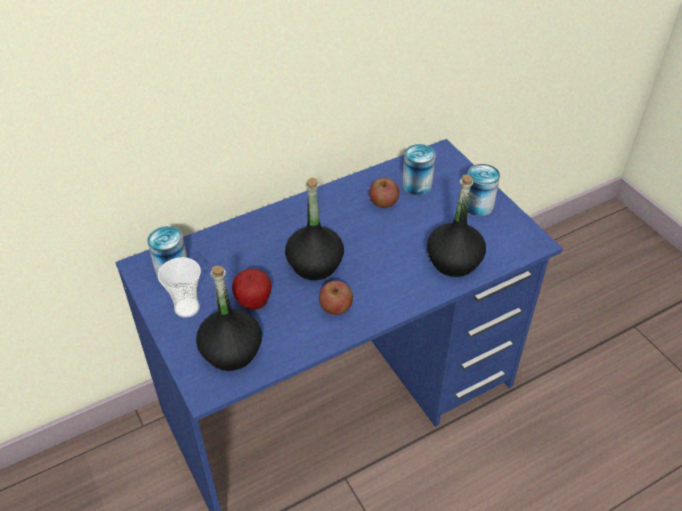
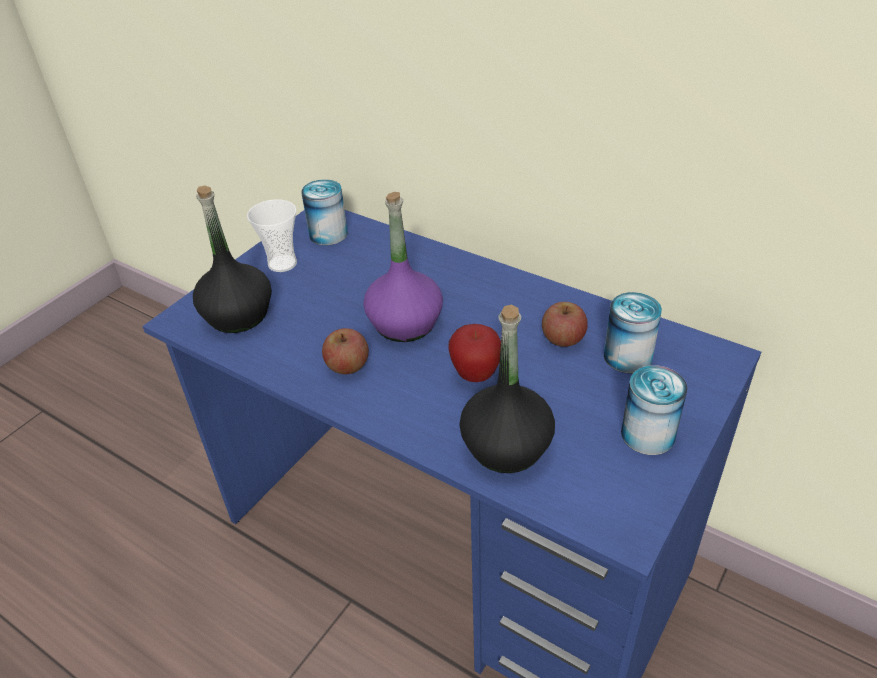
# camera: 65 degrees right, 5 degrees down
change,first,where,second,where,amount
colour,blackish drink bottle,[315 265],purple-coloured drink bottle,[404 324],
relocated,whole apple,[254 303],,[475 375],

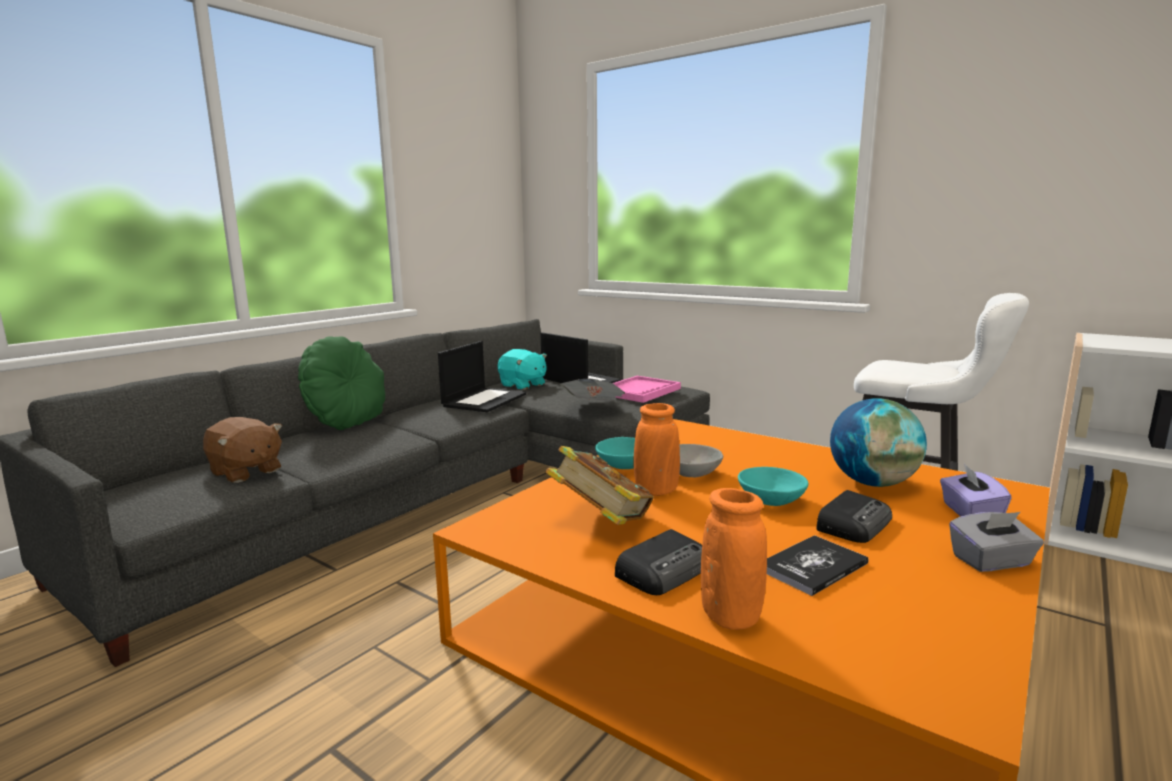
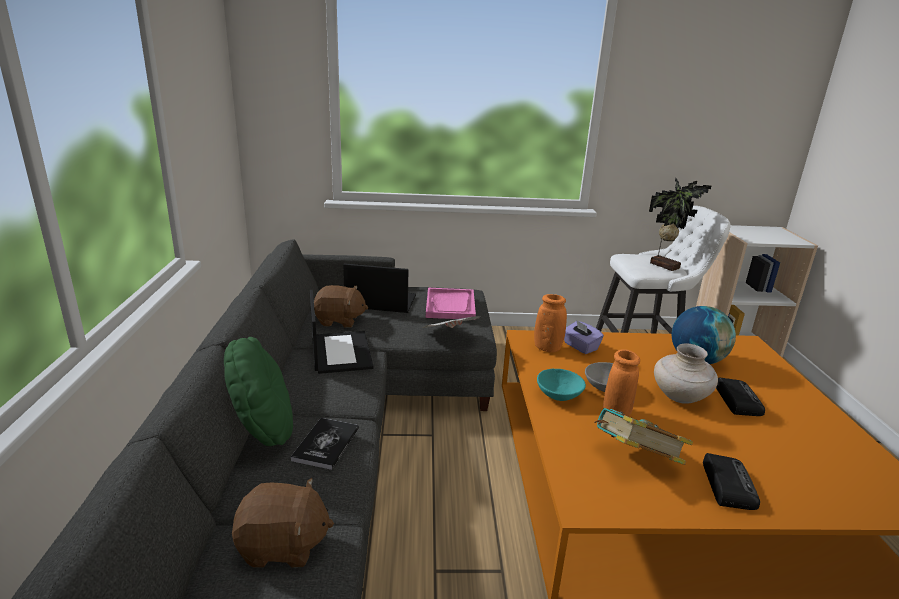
# camera: 40 degrees left, 10 degrees up
change,first,where,second,where,amount
colour,blue-green plush toy,[523 385],brownish plush toy,[339 320],
relocated,purple-coloured tissue holder,[969 513],,[580 347],
exchanged,blue-green deep dish,[771 501],sand-coloured vase,[680 397],
relocated,orangey vase,[730 617],,[547 348],
missing,grey tissue holder,[991 561],,,
relocated,volume,[813 566],,[326 444],
appeared,,,potted plant,[665 265],

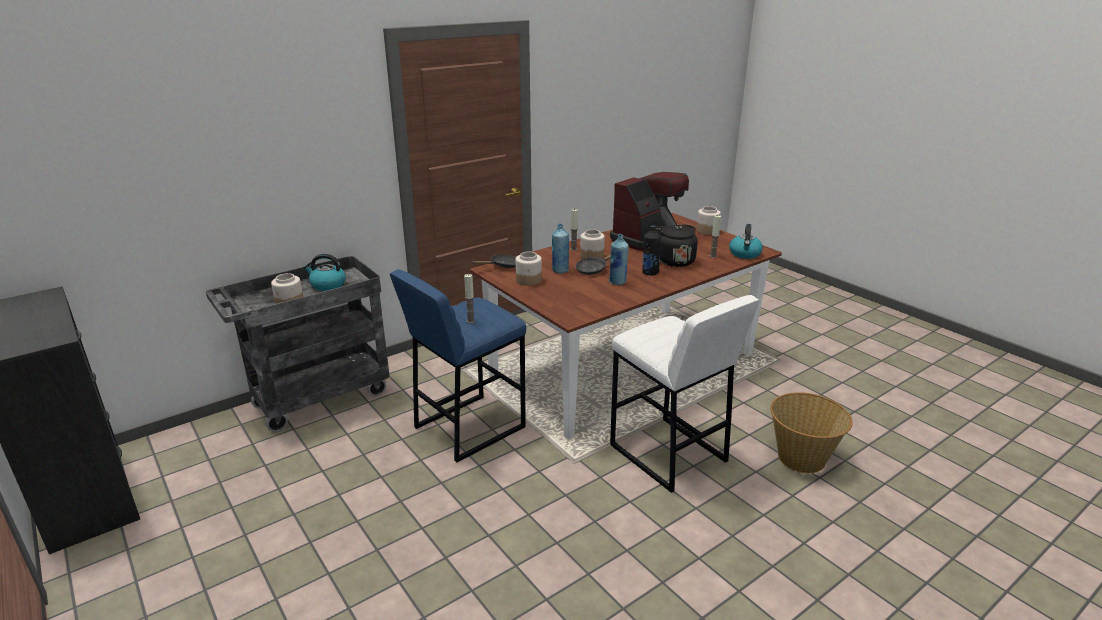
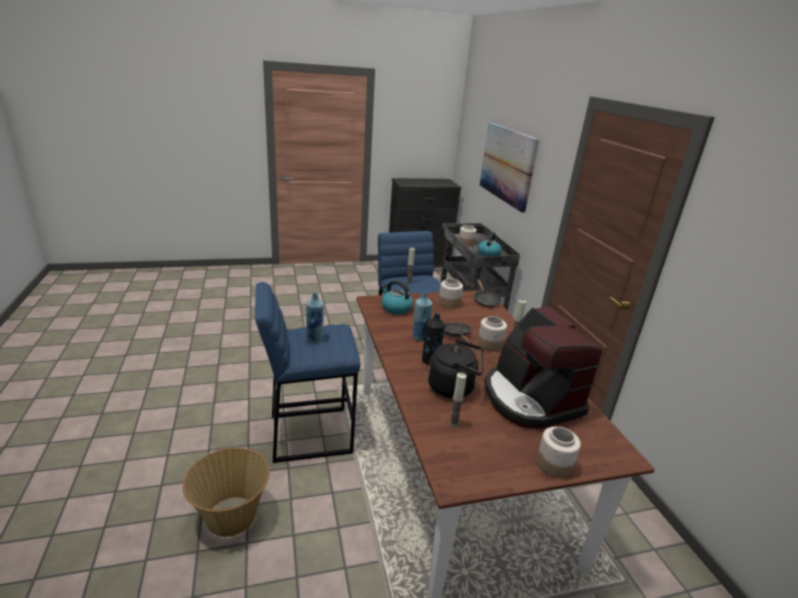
# camera: 110 degrees right, 0 degrees up
change,first,where,second,where,amount
relocated,bluish drink bottle,[560 270],,[314 338],
relocated,water kettle,[745 254],,[395 308],
colour,whitish sitting stool,[670 454],bluish sitting stool,[308 434],
appeared,,,wall art,[507 165],

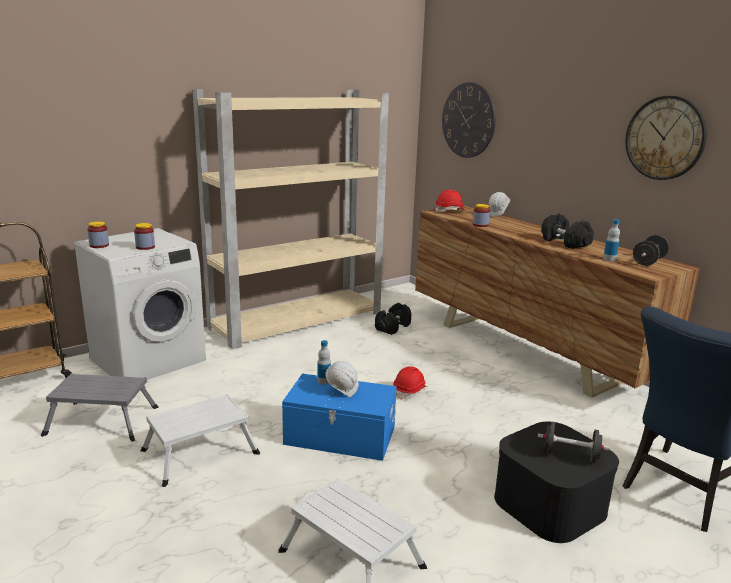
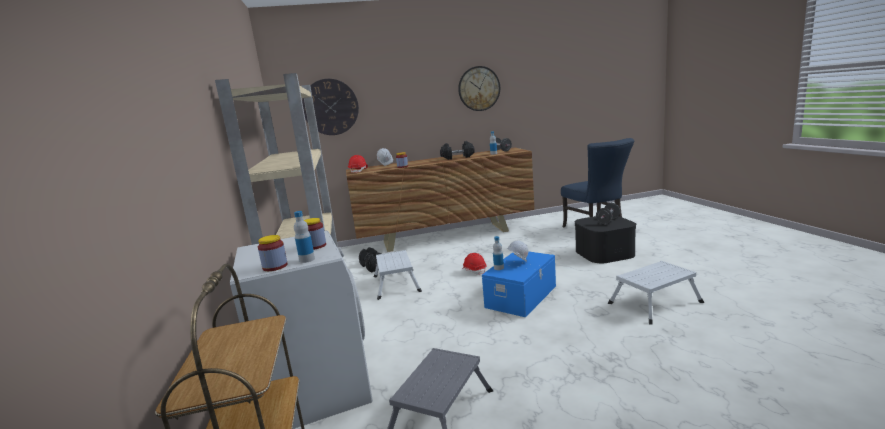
# camera: 65 degrees left, 5 degrees down
change,first,where,second,where,amount
relocated,whitish step stool,[201 451],,[396 283],
appeared,,,drink bottle,[307 259],

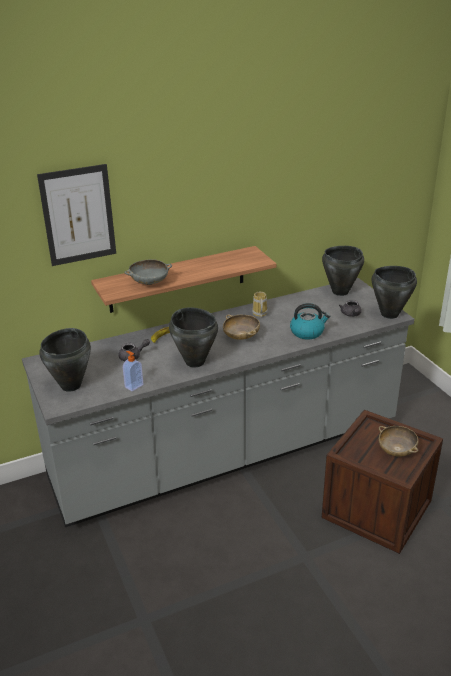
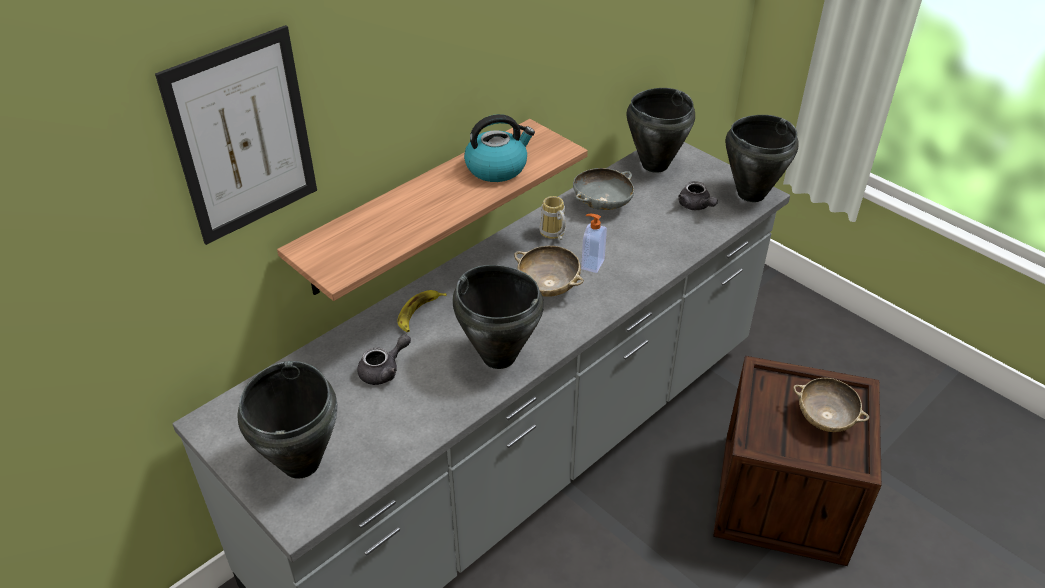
# camera: 20 degrees left, 10 degrees up
change,first,where,second,where,amount
relocated,grey deep dish,[149 283],,[602 204],
relocated,water kettle,[307 332],,[497 167],
relocated,soap bottle,[133 386],,[592 264],

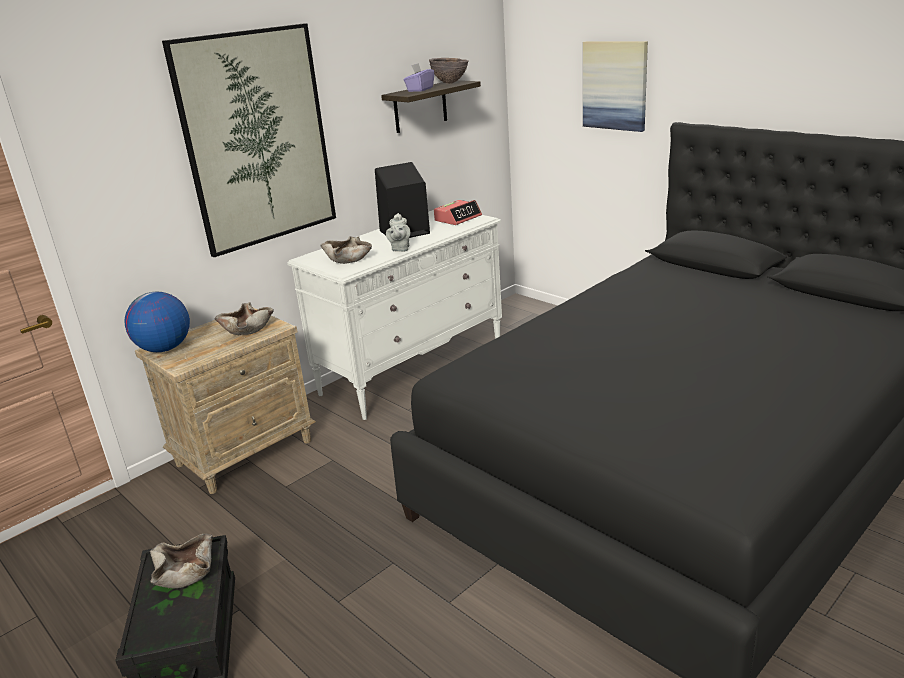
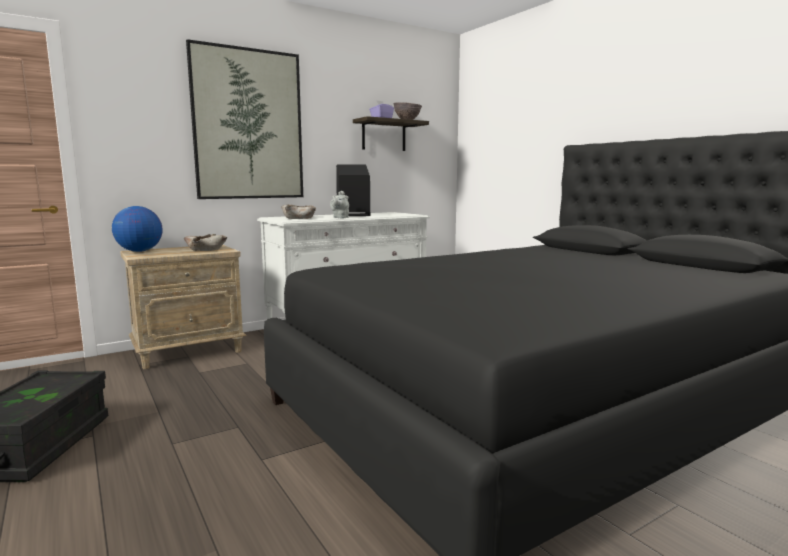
# camera: 10 degrees right, 15 degrees down
change,first,where,second,where,amount
missing,wall art,[615 85],,,
missing,table clock,[458 218],,,
missing,sand-coloured deep dish,[184 572],,,

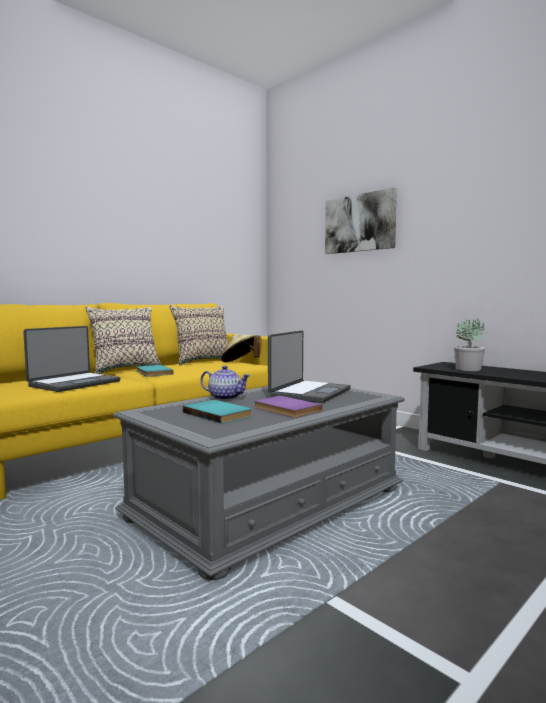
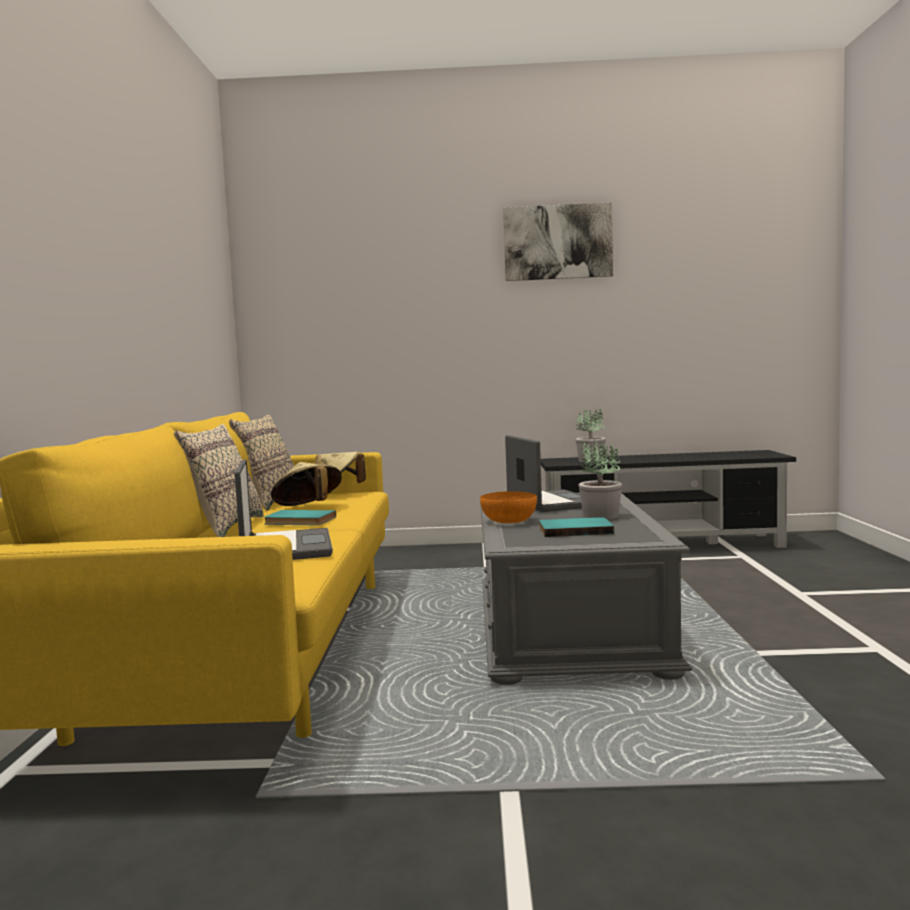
# camera: 45 degrees left, 0 degrees up
change,first,where,second,where,amount
relocated,wall art,[359 223],,[557 242],
exchanged,teapot,[225 397],orangey deep dish,[508 521],
exchanged,purple-coloured volume,[285 409],potted plant,[600 516],
appeared,,,sand-coloured wearable hat,[308 508],

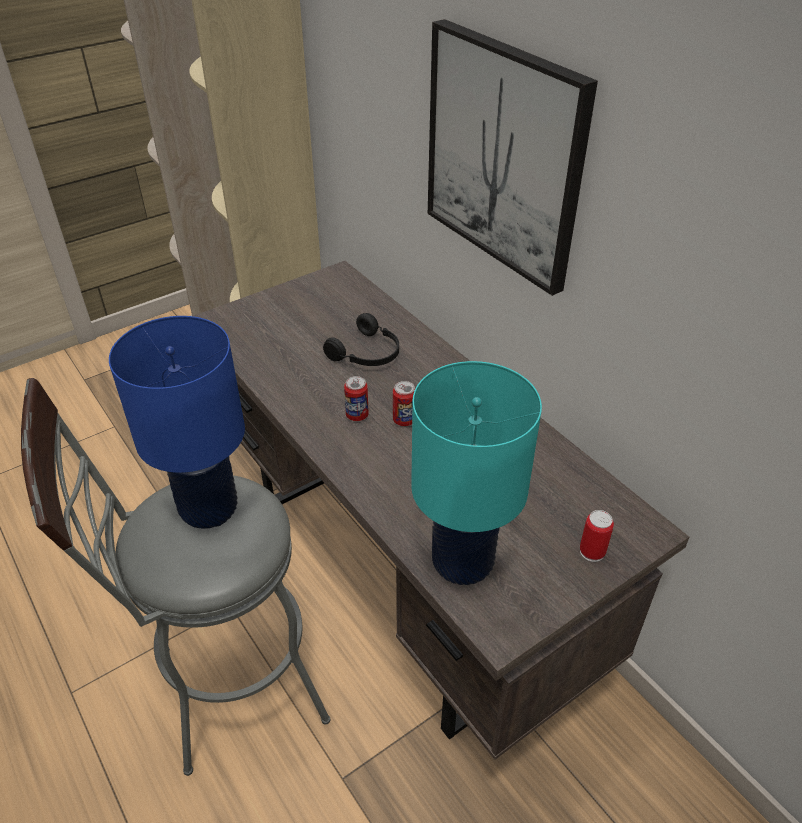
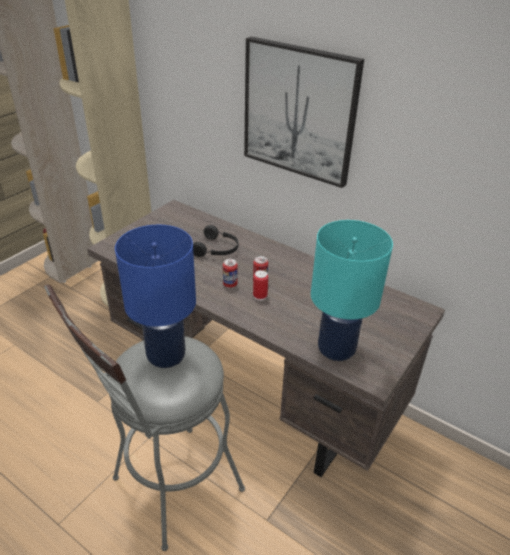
# camera: 20 degrees left, 5 degrees down
change,first,where,second,where,amount
relocated,sealed can,[592 552],,[260 296],

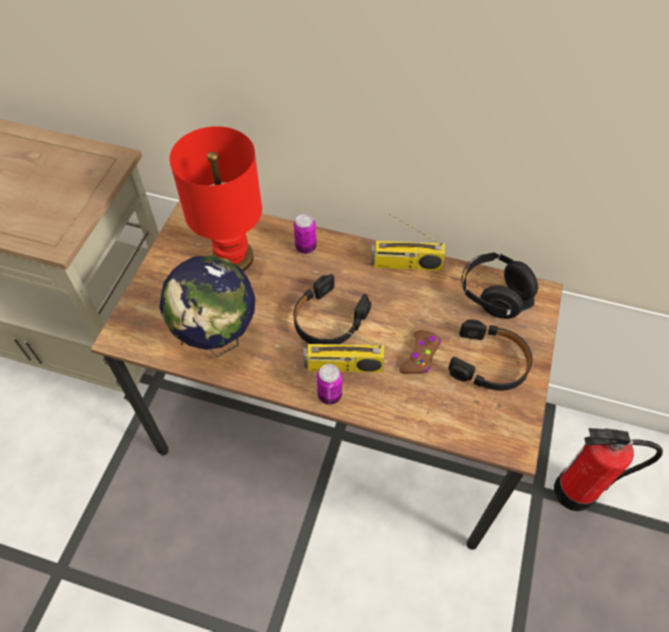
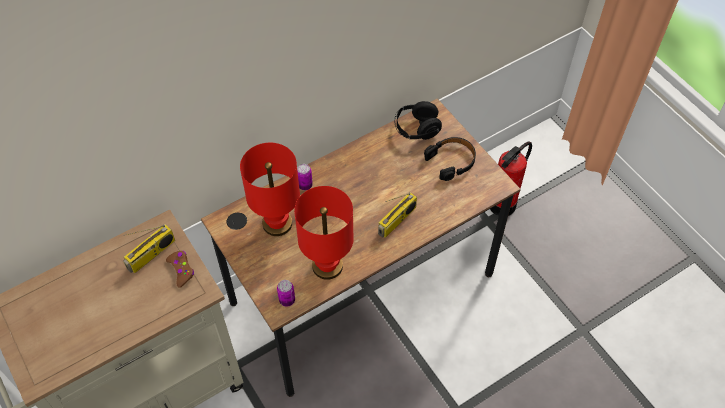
# camera: 50 degrees left, 0 degrees up
change,first,where,second,where,amount
relocated,radio receiver,[406 265],,[151 255],
exchanged,desk globe,[218 340],reddish table lamp,[327 265],
missing,blackish pair of headphones,[328 319],,,
relocated,brownish gamepad,[420 356],,[181 270],
relocated,sealed can,[329 395],,[287 300],

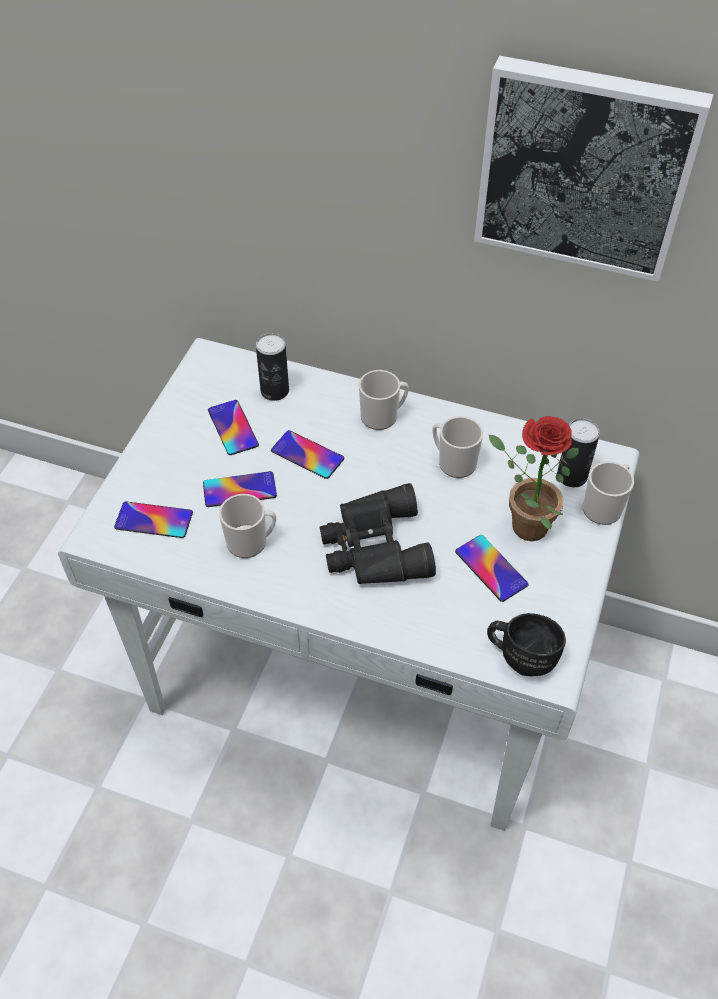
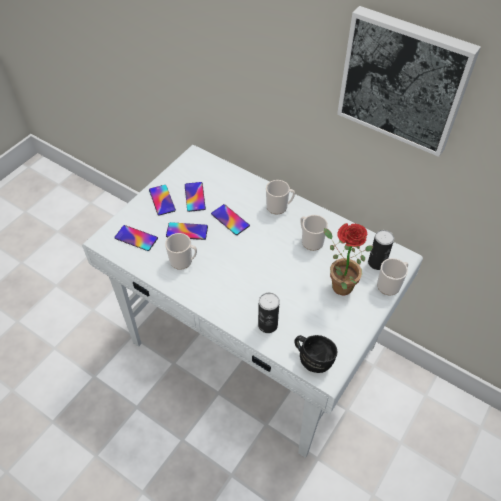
# camera: 15 degrees right, 0 degrees up
change,first,where,second,where,amount
relocated,sealed can,[274 391],,[267 325],
missing,blackish field glasses,[373 547],,,
relocated,telephone,[491 568],,[162 200],

